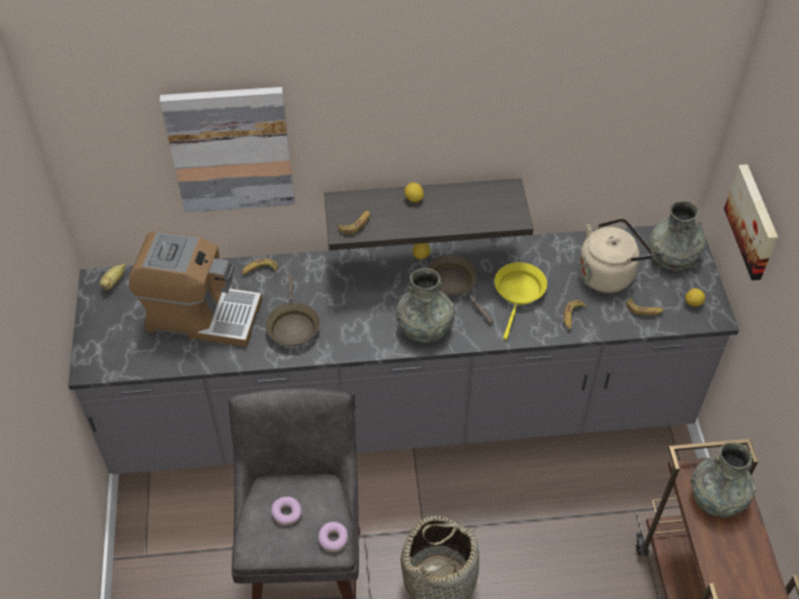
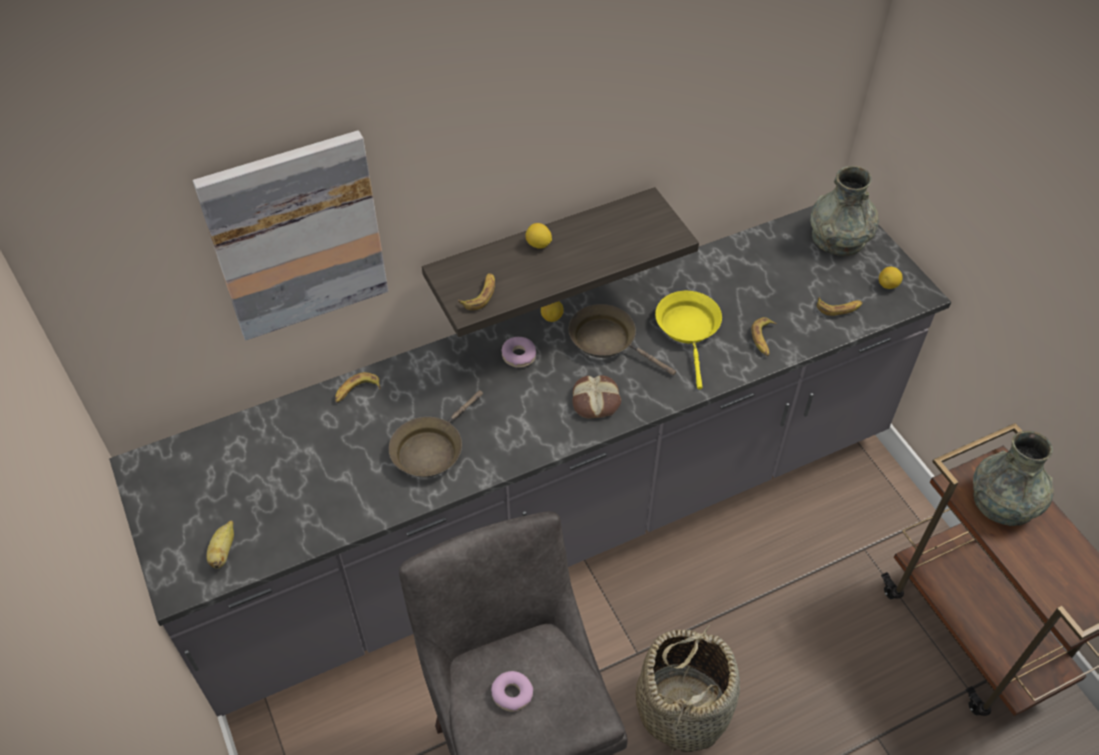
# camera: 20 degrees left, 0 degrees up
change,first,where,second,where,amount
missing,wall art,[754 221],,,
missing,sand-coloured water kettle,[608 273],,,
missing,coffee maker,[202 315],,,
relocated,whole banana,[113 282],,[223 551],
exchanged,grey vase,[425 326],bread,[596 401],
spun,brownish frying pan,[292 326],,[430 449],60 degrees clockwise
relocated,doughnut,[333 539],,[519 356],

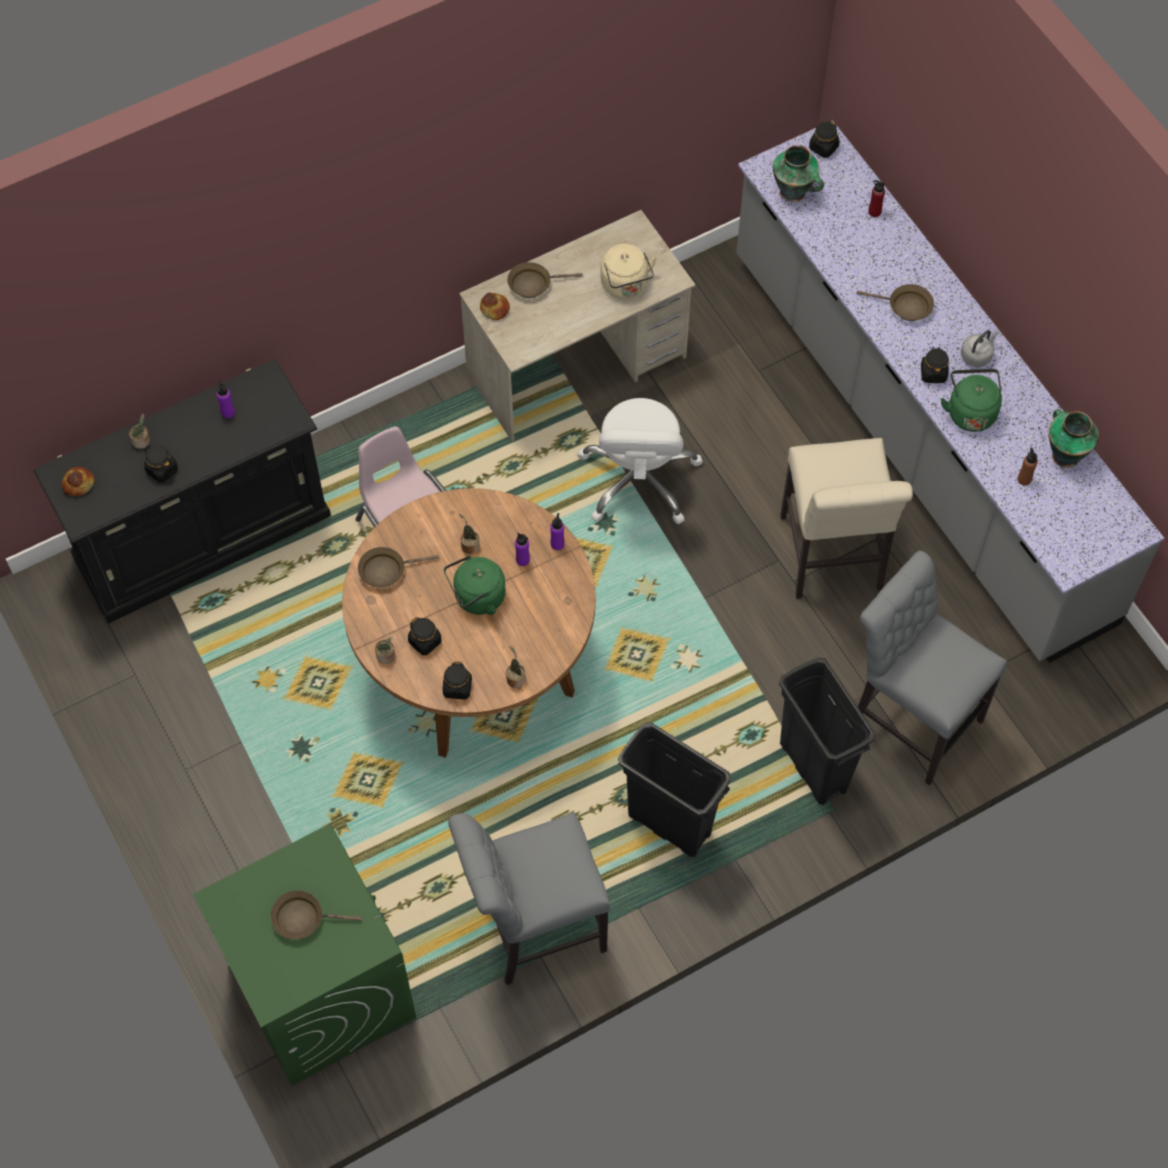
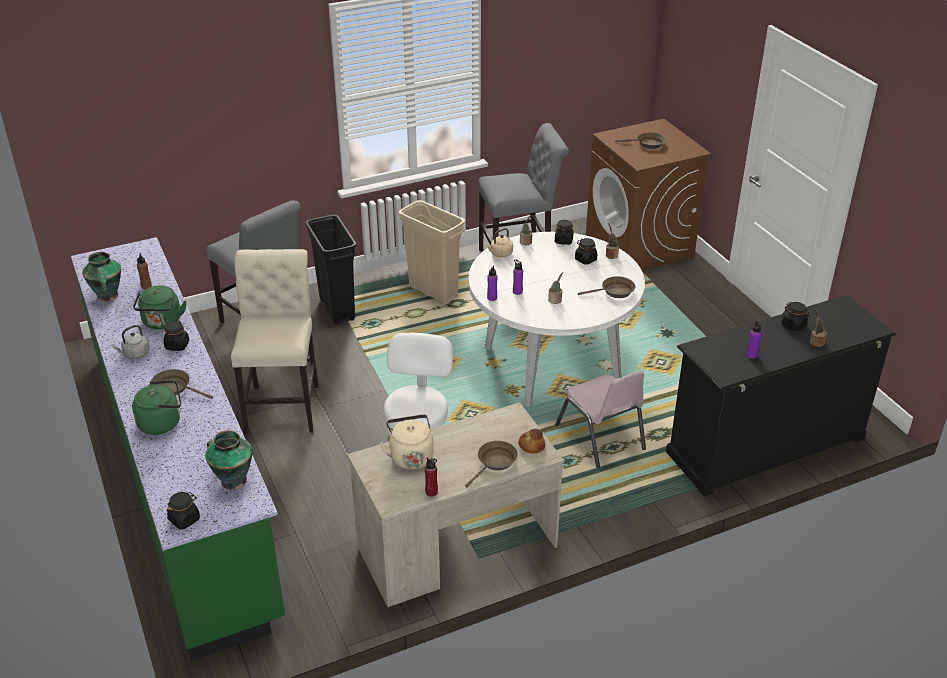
# camera: 175 degrees left, 25 degrees down
change,first,where,second,where,amount
colour,grey kitchen counter,[917 437],green-coloured kitchen counter,[182 475],
relocated,reddish drink bottle,[874 212],,[431 492],
spun,brownish frying pan,[533 284],,[495 462],45 degrees counterclockwise
missing,bread,[78 484],,,
colour,brownish kitchen table,[475 667],whitish kitchen table,[551 364],
relocated,green-coloured water kettle,[477 598],,[162 422],
colour,blackish trash can,[668 824],sand-coloured trash can,[433 292],
colour,green-coloured laundry machine,[320 989],brownish laundry machine,[640 246],
appeared,,,sand-coloured water kettle,[500 254],

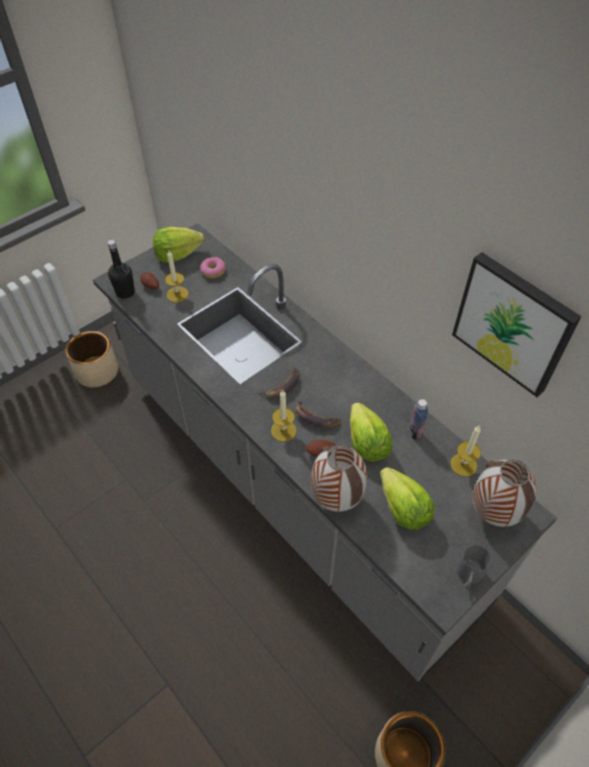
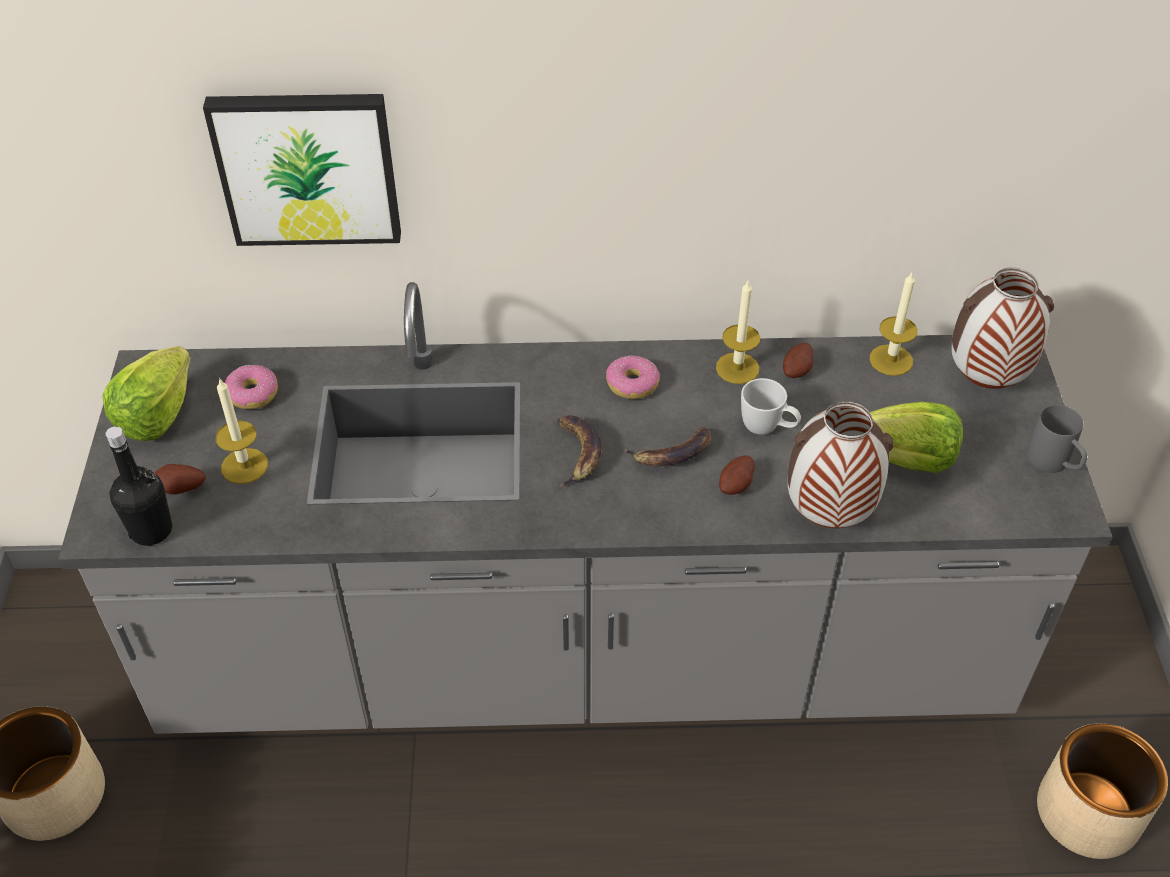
# camera: 50 degrees left, 5 degrees down
change,first,where,second,where,amount
relocated,wall art,[513 323],,[308 167],
relocated,wax candle,[283 430],,[737 368],
exchanged,drink bottle,[414 432],spud,[797 371],
exchanged,head of lettuce,[366 443],whitish mug,[767 429],
appeared,,,doughnut,[632 384],

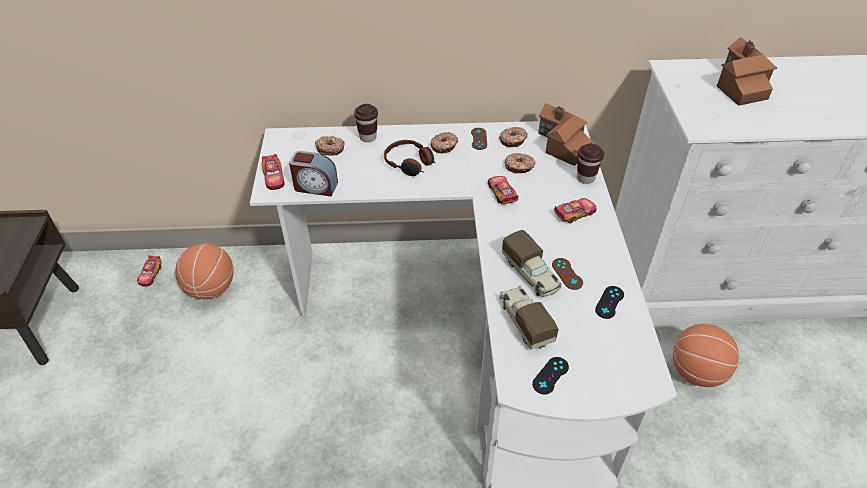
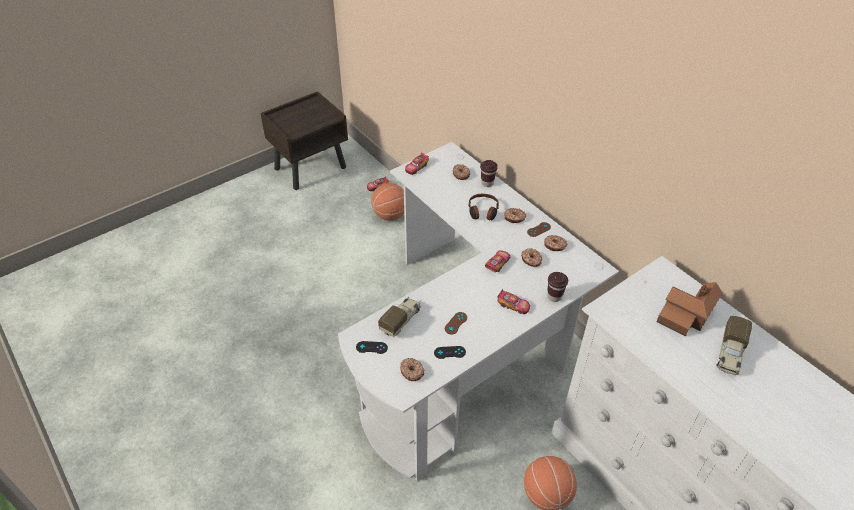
# camera: 55 degrees right, 0 degrees up
change,first,where,second,where,amount
missing,model house,[561 144],,,
missing,table clock,[315 187],,,
relocated,toy lorry,[531 275],,[730 354],
appeared,,,doughnut,[412 371],

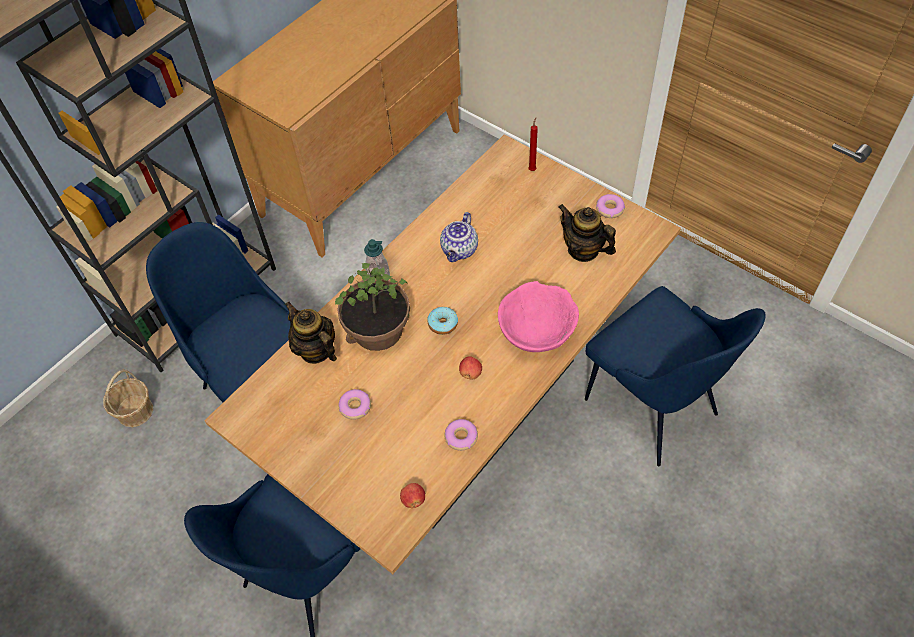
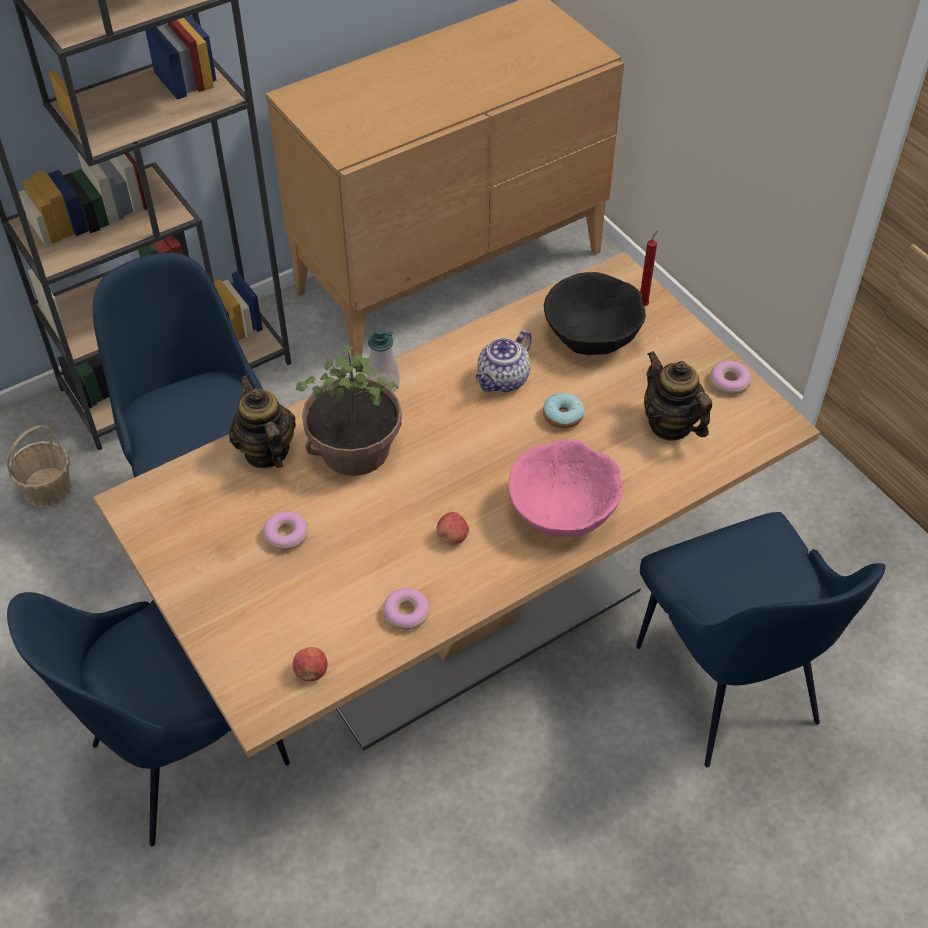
# camera: 15 degrees right, 5 degrees down
change,first,where,second,where,amount
relocated,doughnut,[443 324],,[563 416],
appeared,,,blackish deep dish,[592 336],

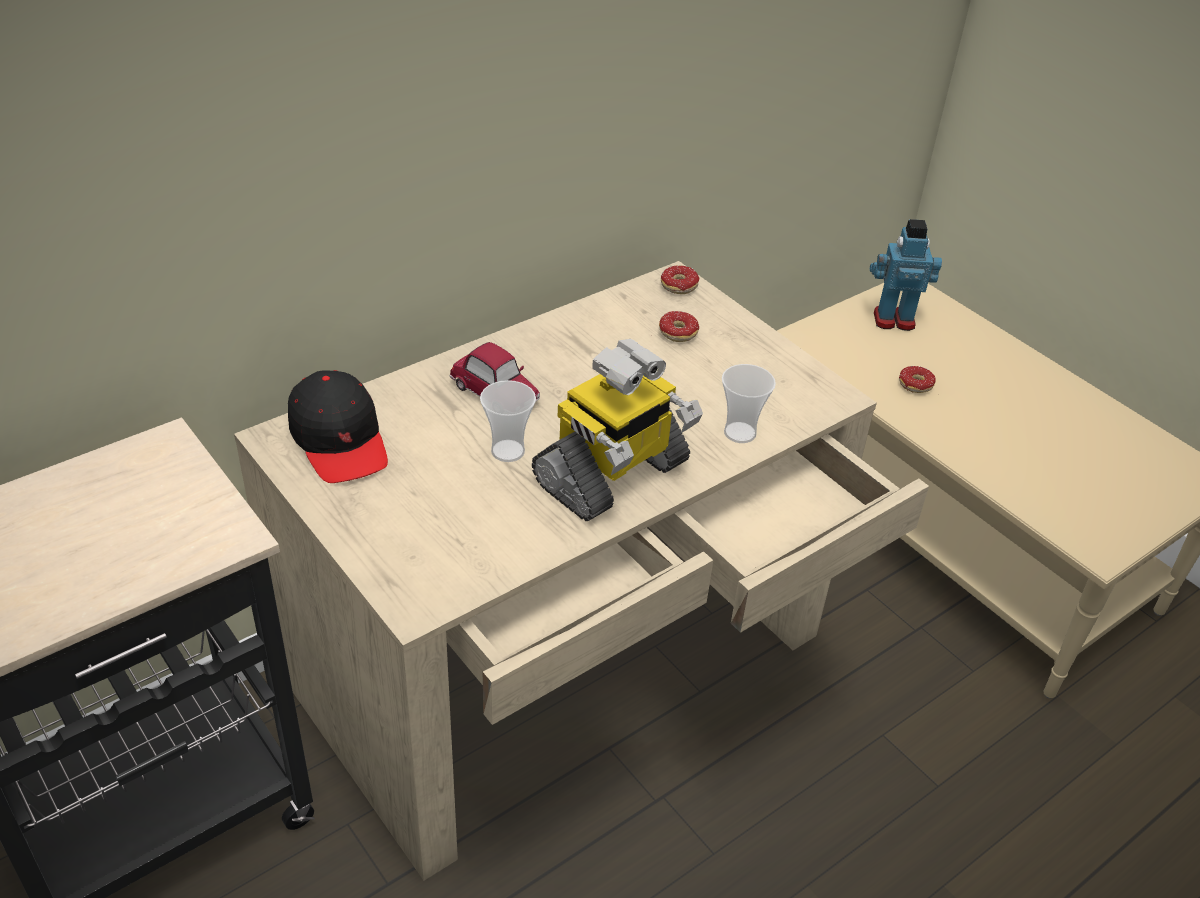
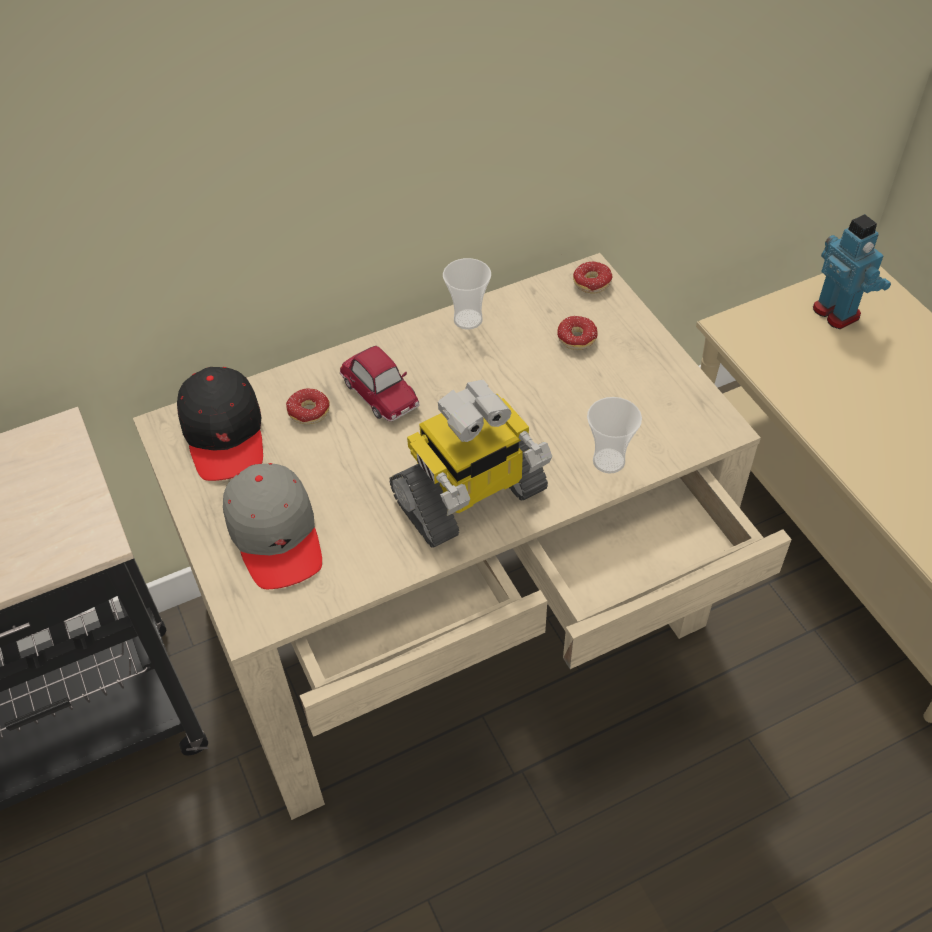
# camera: 15 degrees right, 10 degrees up
change,first,where,second,where,amount
spun,robot figure,[893 319],,[837 312],45 degrees clockwise
relocated,doughnut,[916 389],,[306 418],
relocated,small cup,[508 451],,[468 319],
appeared,,,grey peaked cap,[276 534],

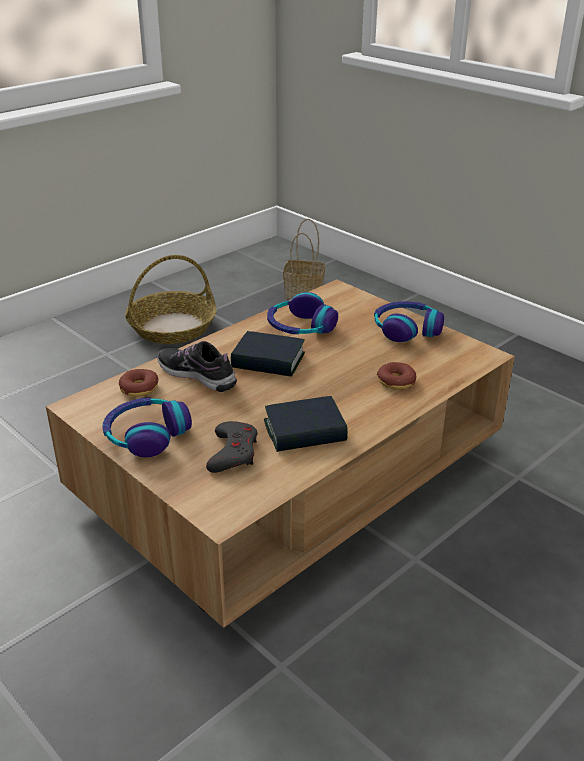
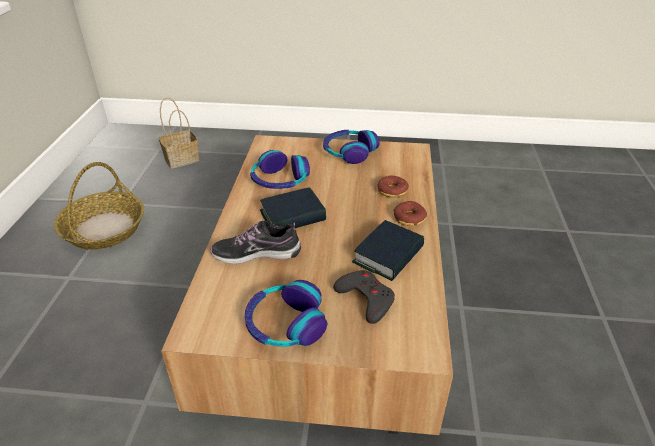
# camera: 40 degrees left, 5 degrees up
change,first,where,second,where,amount
relocated,doughnut,[139 388],,[409 218],

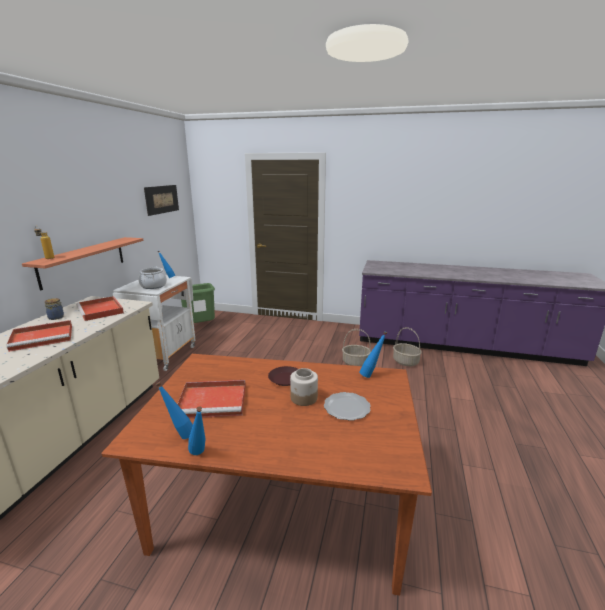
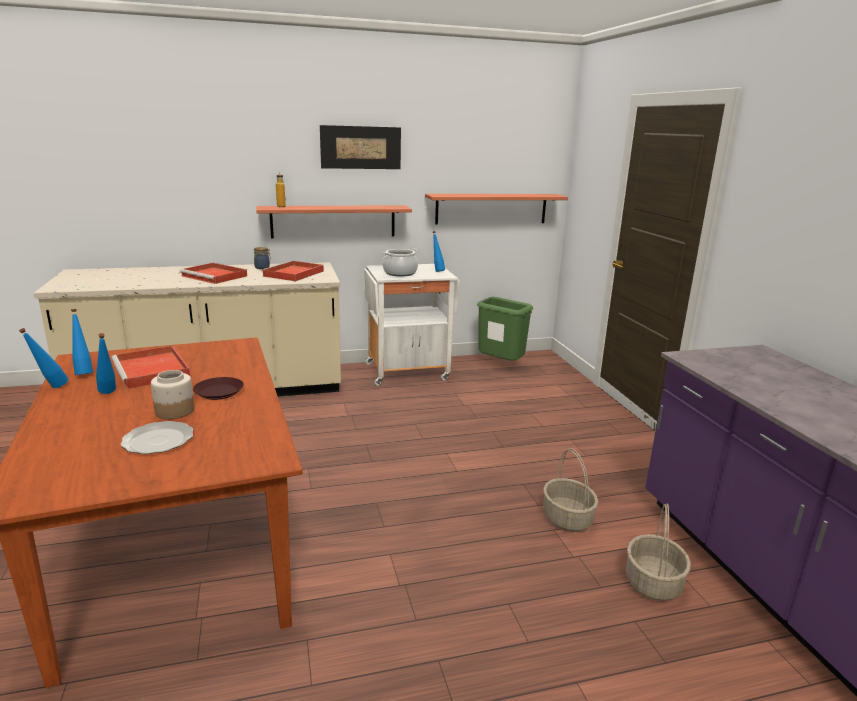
# camera: 60 degrees right, 0 degrees up
change,first,where,second,where,amount
relocated,wall art,[162 199],,[361 147],
relocated,bluish drink bottle,[371 375],,[109 394],
appeared,,,bracket shelf,[491 208],

